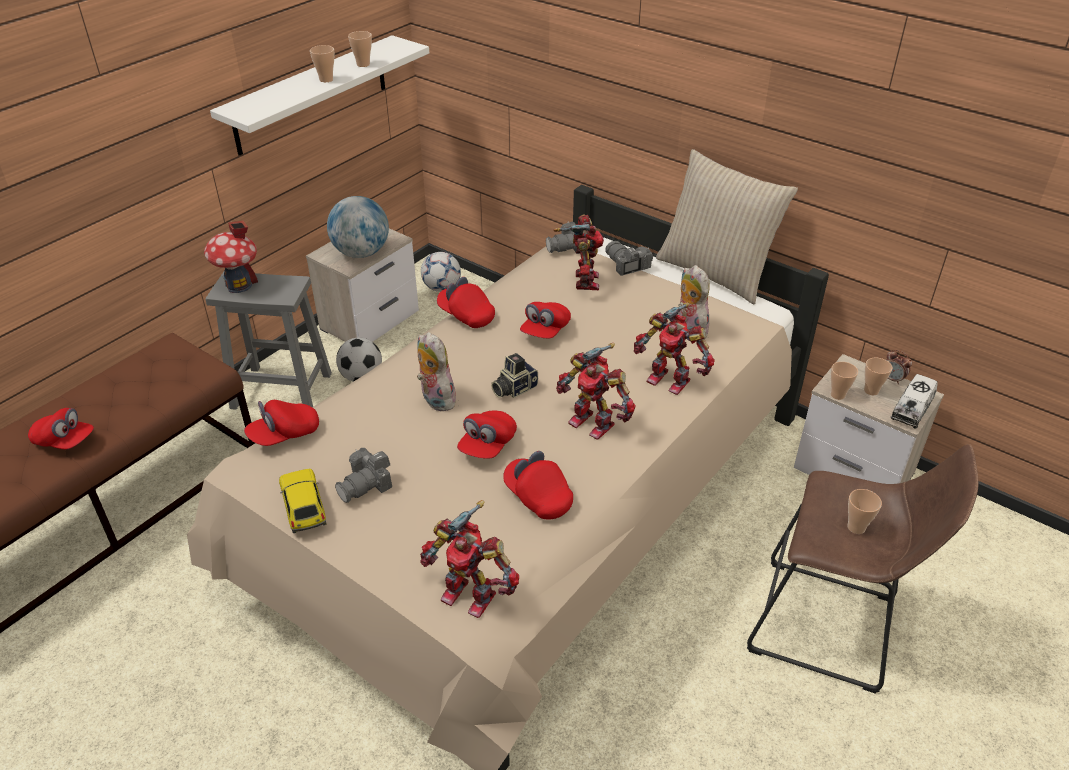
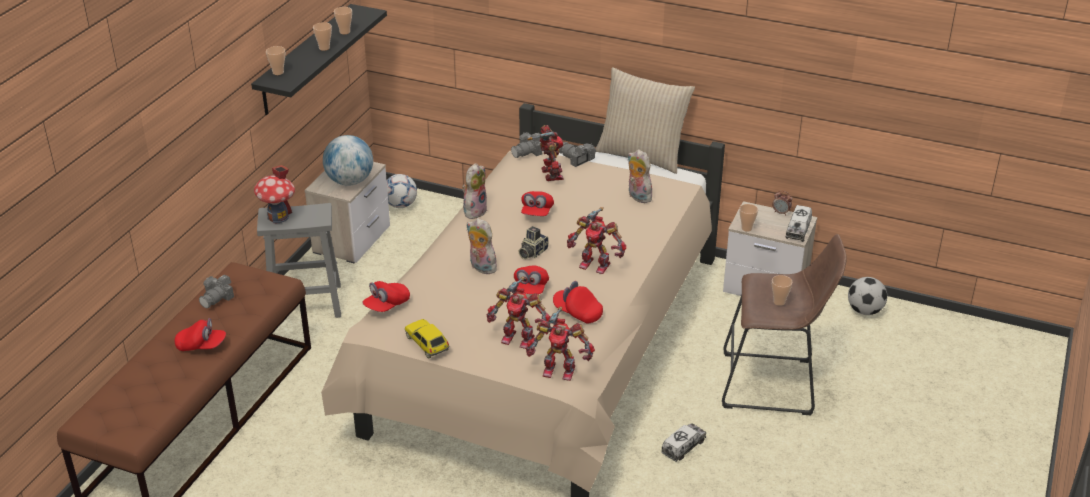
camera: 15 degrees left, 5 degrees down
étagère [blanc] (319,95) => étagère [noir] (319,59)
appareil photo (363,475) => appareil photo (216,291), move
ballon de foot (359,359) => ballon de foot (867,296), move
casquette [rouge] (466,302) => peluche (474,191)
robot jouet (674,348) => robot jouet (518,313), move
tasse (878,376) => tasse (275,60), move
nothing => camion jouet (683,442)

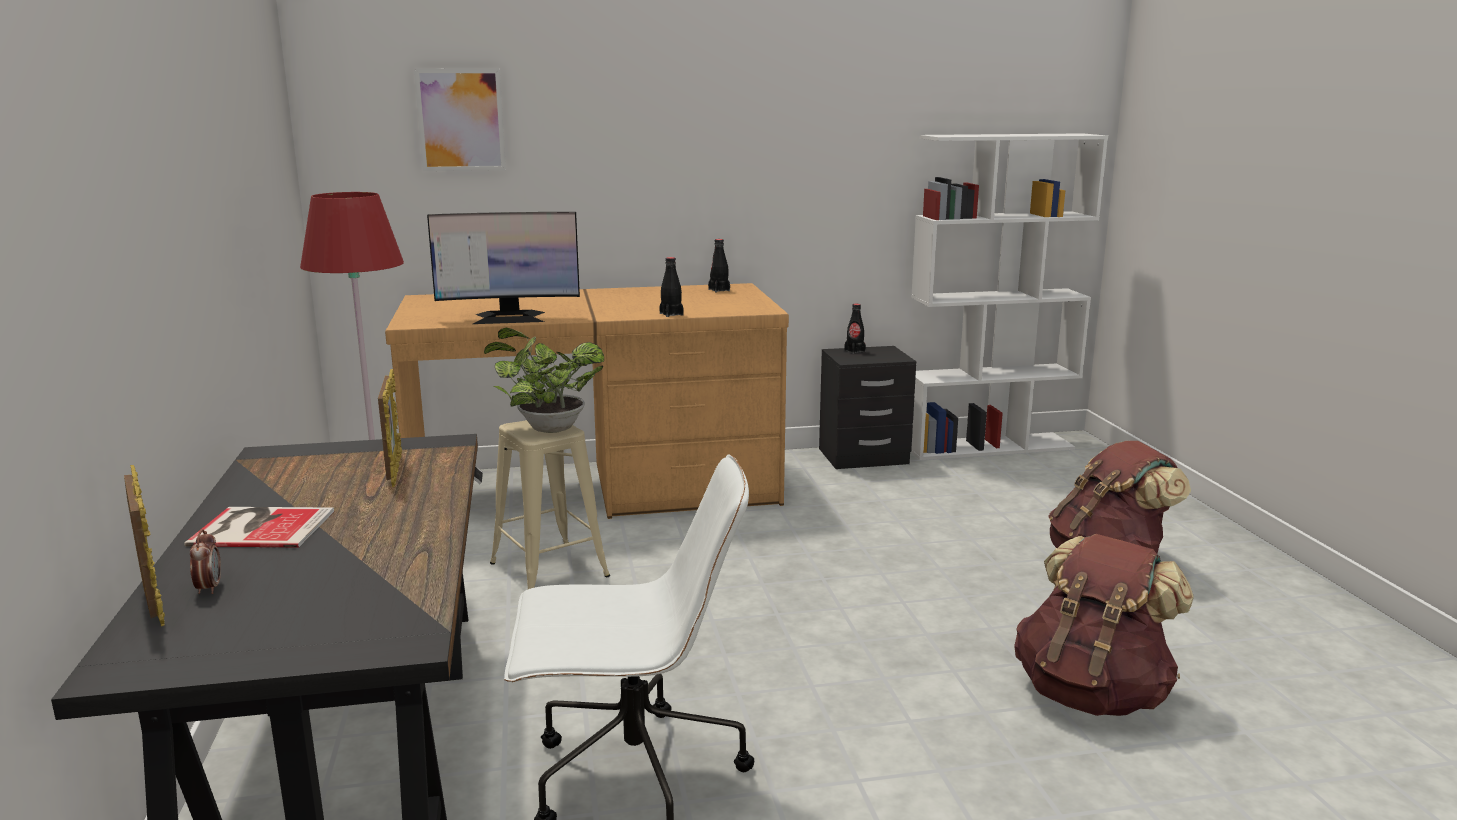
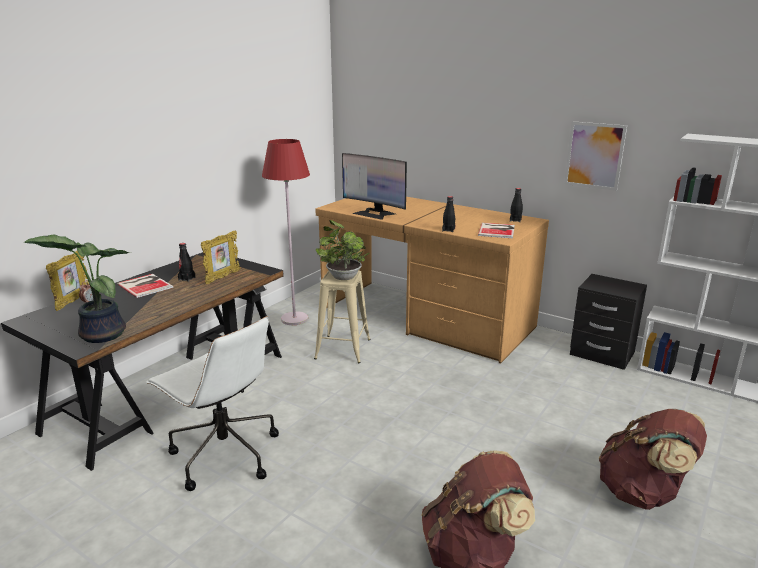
camera: 45 degrees right, 5 degrees up
tableau (460,120) => tableau (595,156), move
bouteille [noir] (855,329) => bouteille [noir] (187,262), move
nothing => plante en pot (77,289)
nothing => livre (496,230)

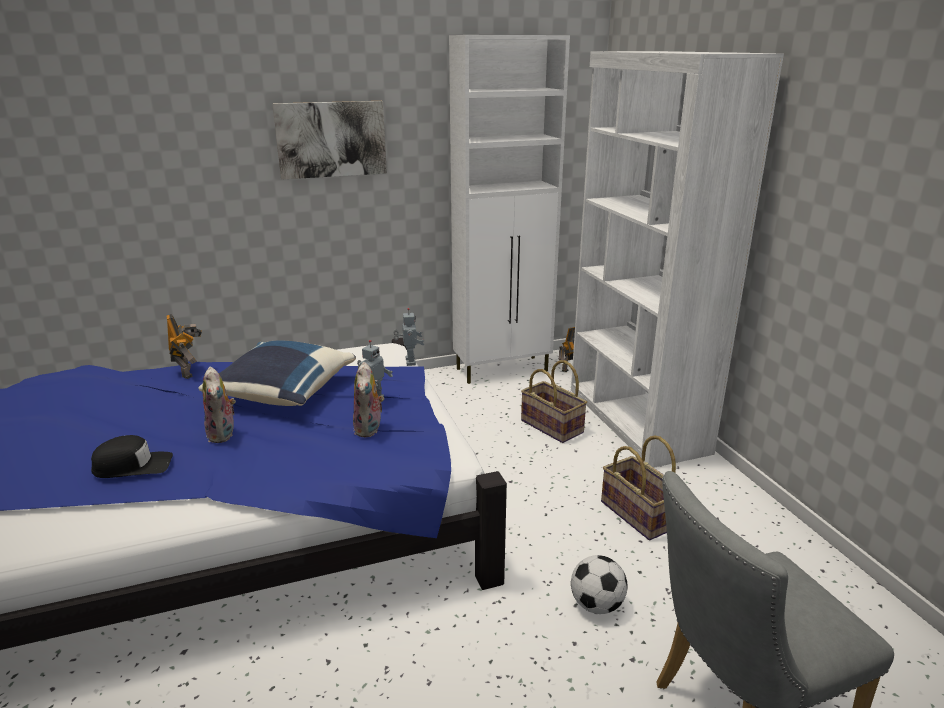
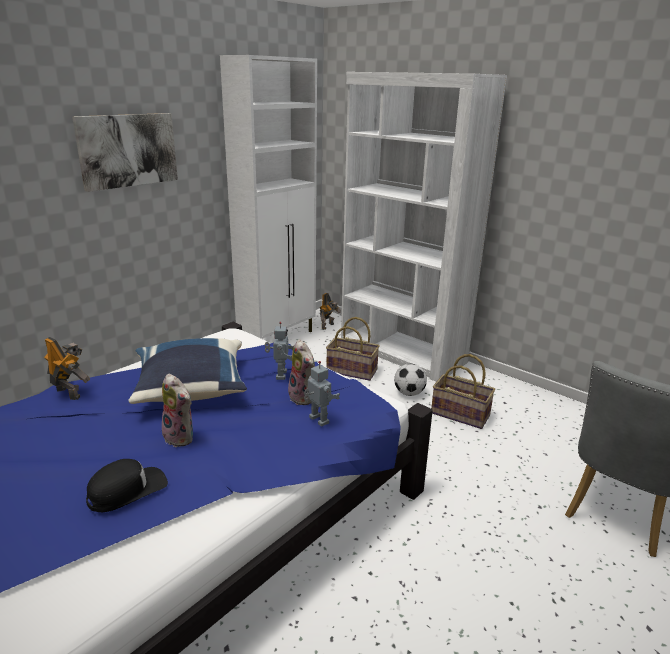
camera: 30 degrees left, 0 degrees up
robot jouet (408,337) => robot jouet (322,394), move
ballon de foot (599,584) => ballon de foot (410,380), move

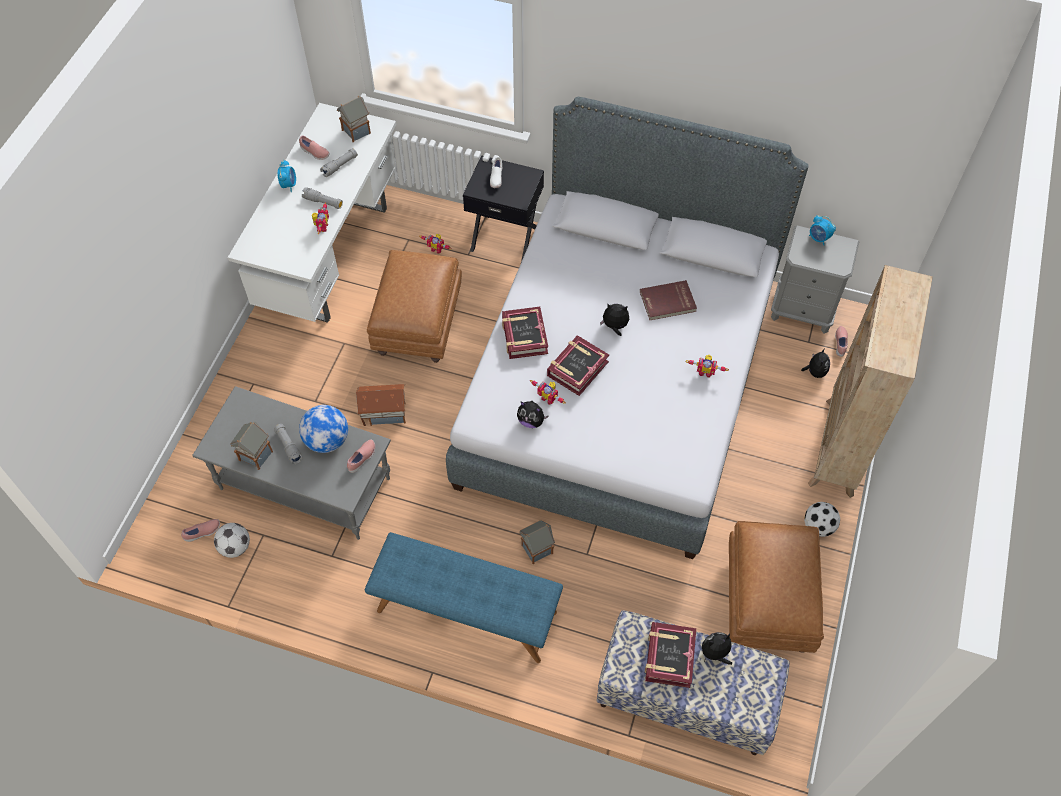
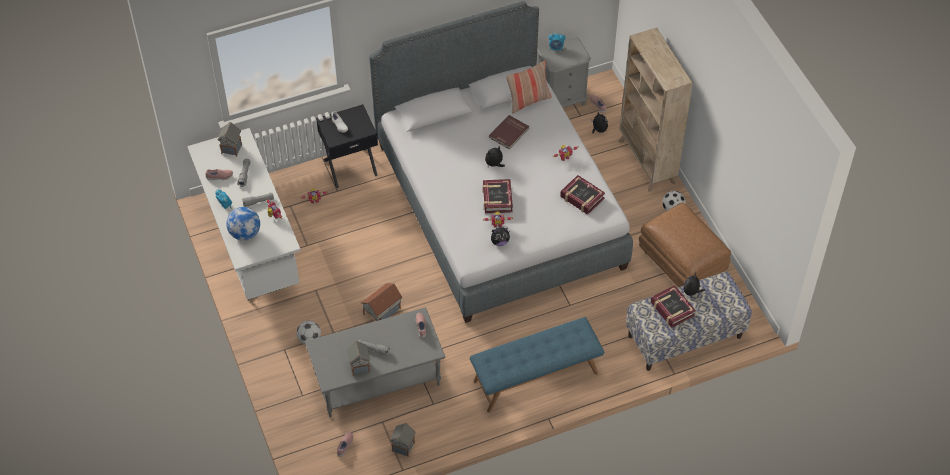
camera: 40 degrees left, 5 degrees down
ballon de foot (232,540) => ballon de foot (308,333), move
globe (323,429) => globe (243,224), move
pouf [marron] (414,306) => nothing
livre (525,333) => livre (582,195), move
maison miniature (537,542) => maison miniature (403,440), move
nothing => coussin (529,86)

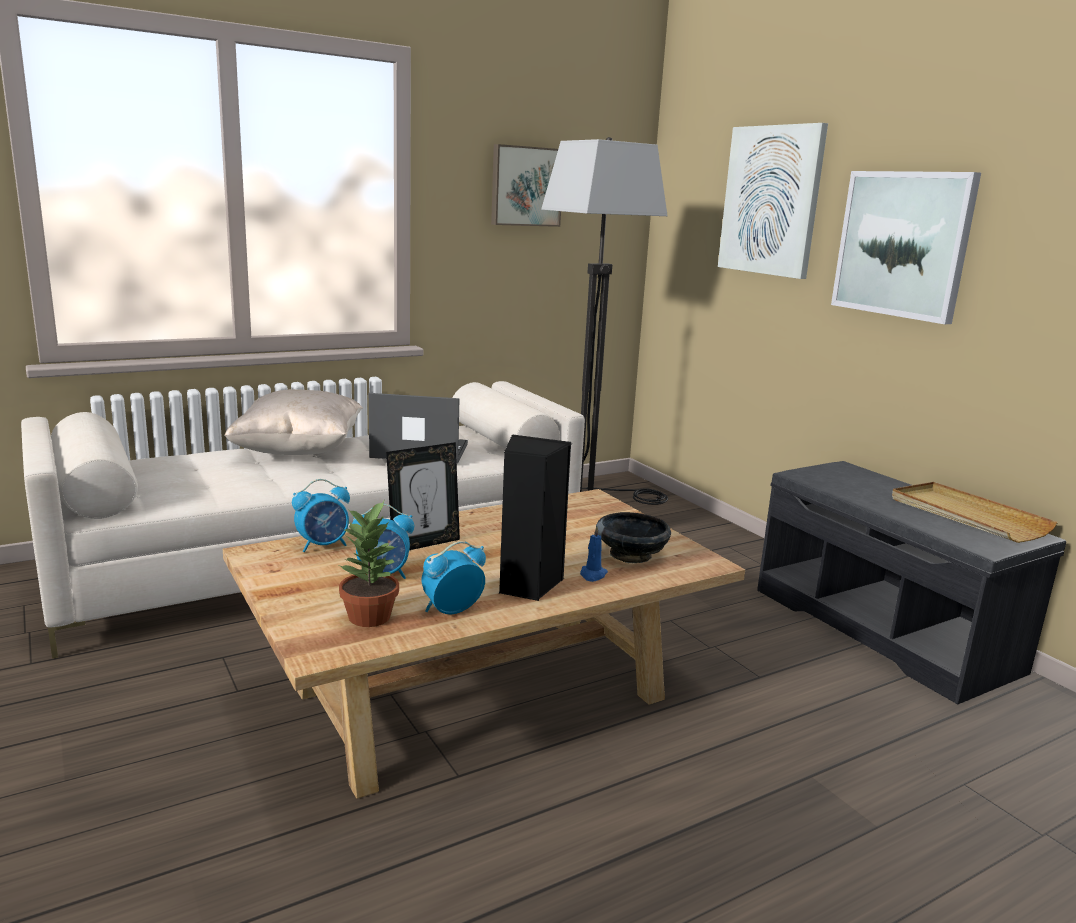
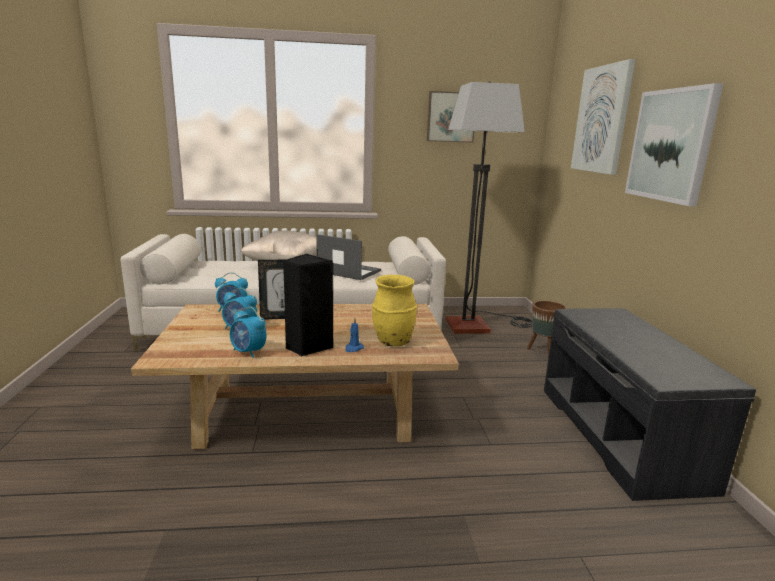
camera: 25 degrees right, 0 degrees up
plante en pot (369,564) => nothing
réveil (454,577) => réveil (248,332), 135 degrees counterclockwise
bol [noir] (633,537) => vase [jaune] (394,310)
plateau [beige] (975,512) => nothing
nothing => cache-pot [marron] (547,329)

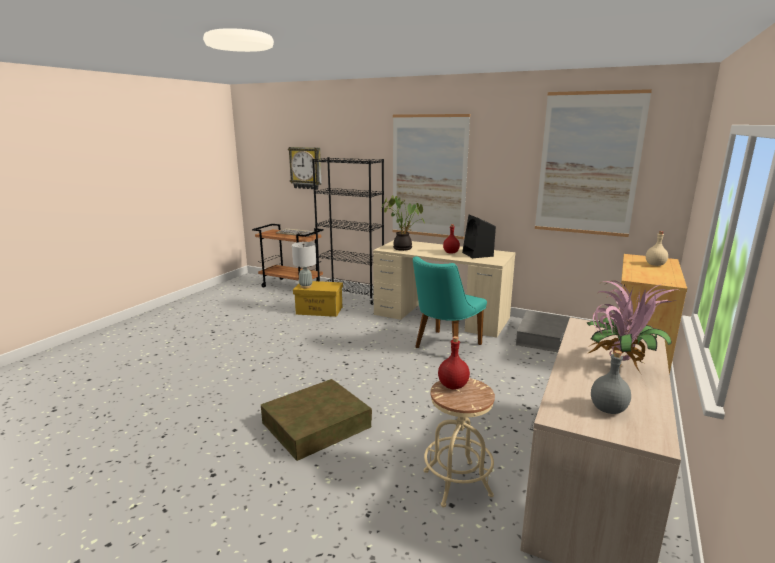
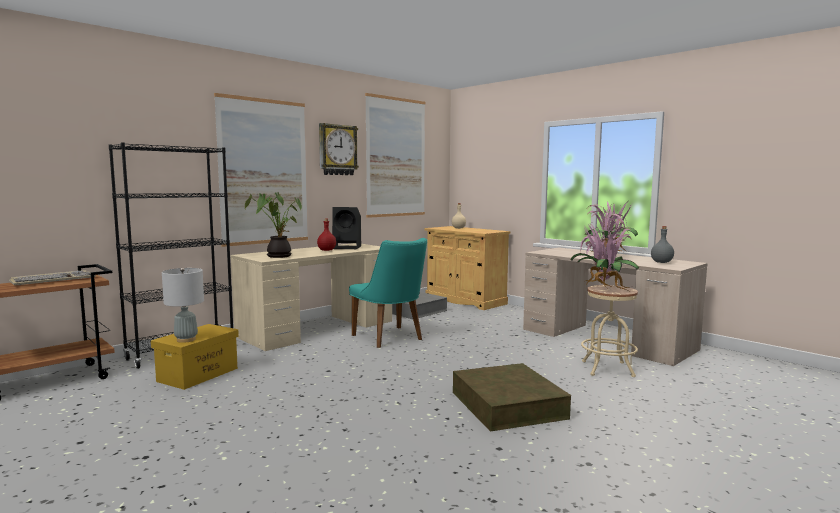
camera: 70 degrees left, 10 degrees down
horloge murale (305,168) => horloge murale (339,149), move
bouteille [rouge] (454,363) => plante en pot (605,257)

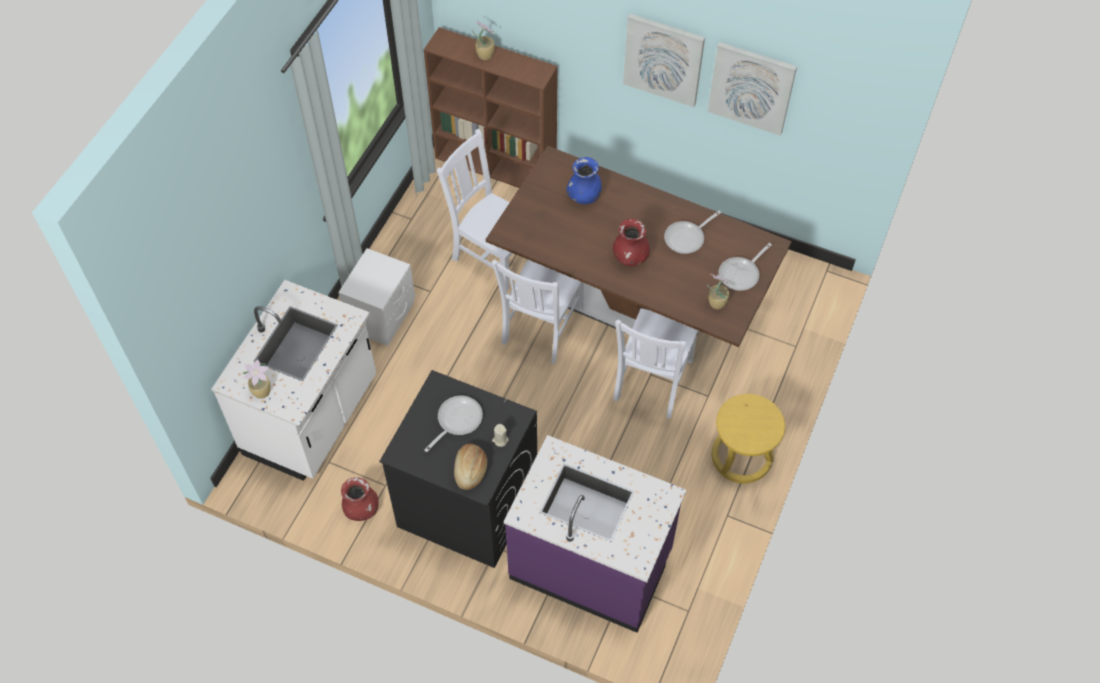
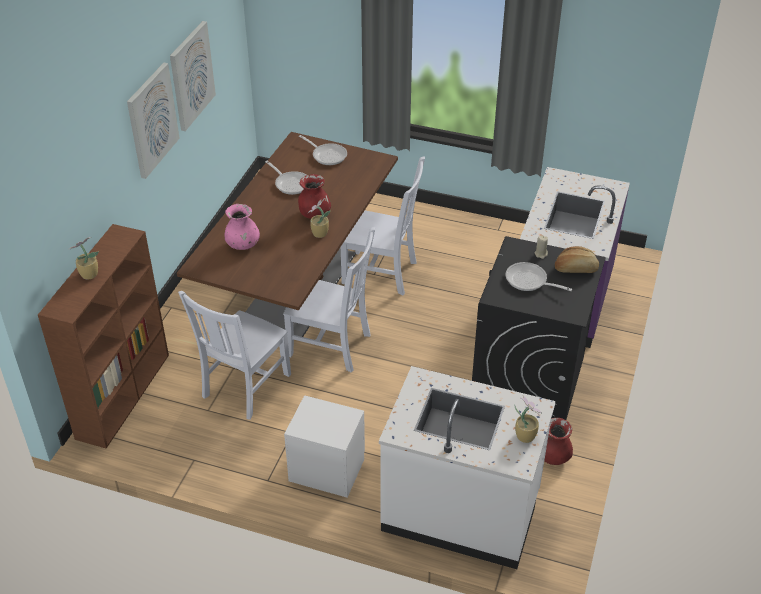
camera: 95 degrees left, 15 degrees down
vase [bleu] (584,180) => vase [rose] (242,227)
plante en pot (720,291) => plante en pot (319,218), move
tabouret [jaune] (748,439) => nothing

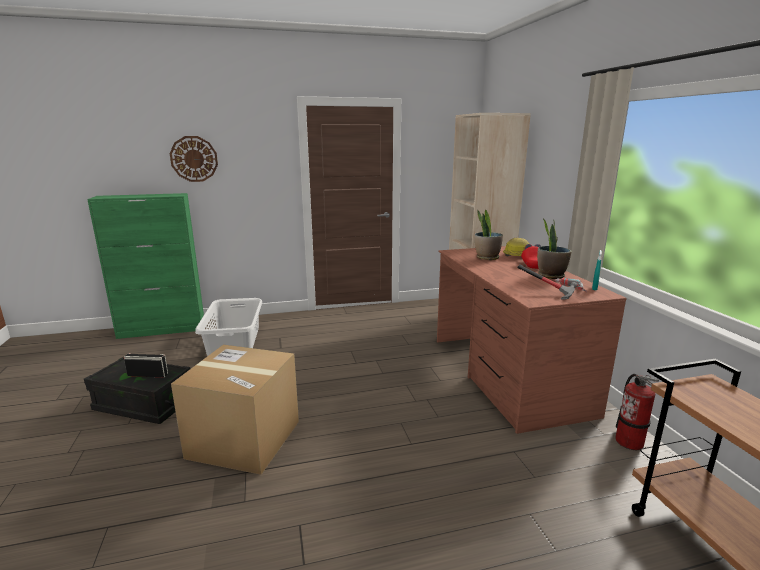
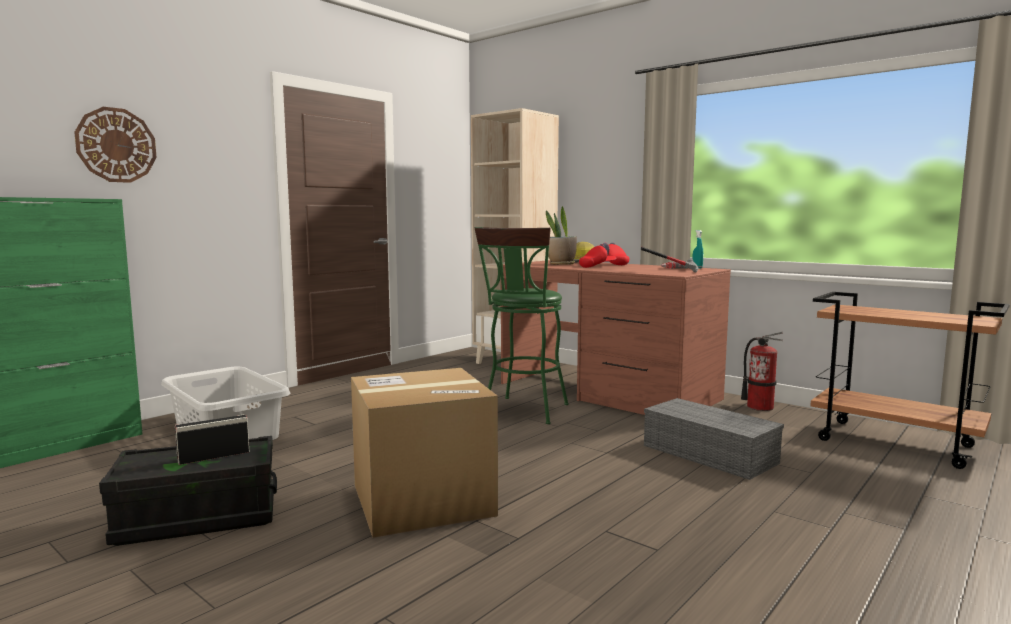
camera: 35 degrees left, 10 degrees down
plante en pot (554,249) => nothing
nothing => tabouret [vert] (522,325)
nothing => casquette [rouge] (597,256)
nothing => boîte de rangement [gris] (714,439)

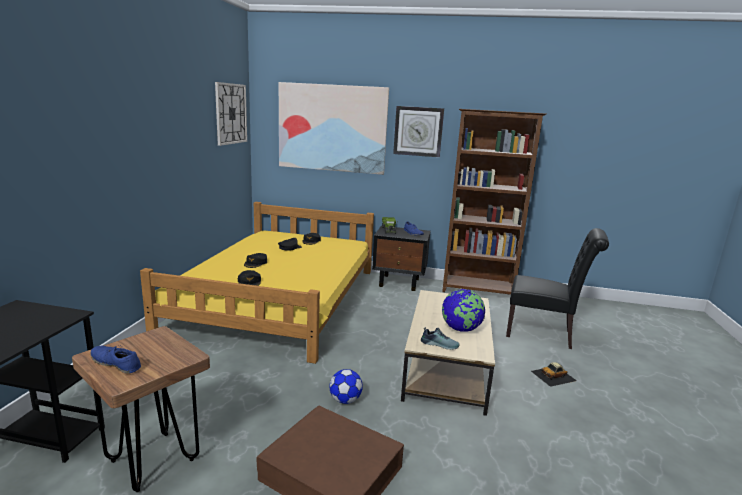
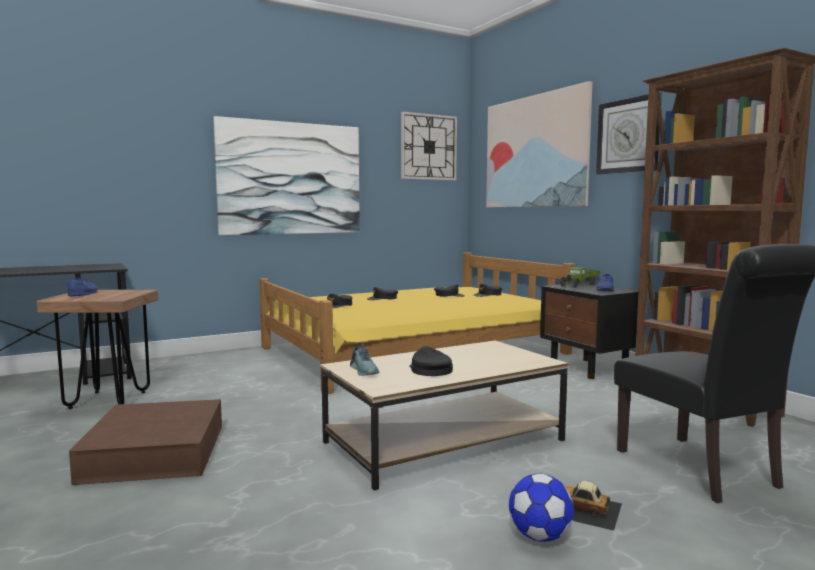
camera: 50 degrees right, 10 degrees down
ballon de foot (346,386) => ballon de foot (541,508), move
globe (463,310) => casquette [noir] (431,361)
nothing => tableau (286,175)

